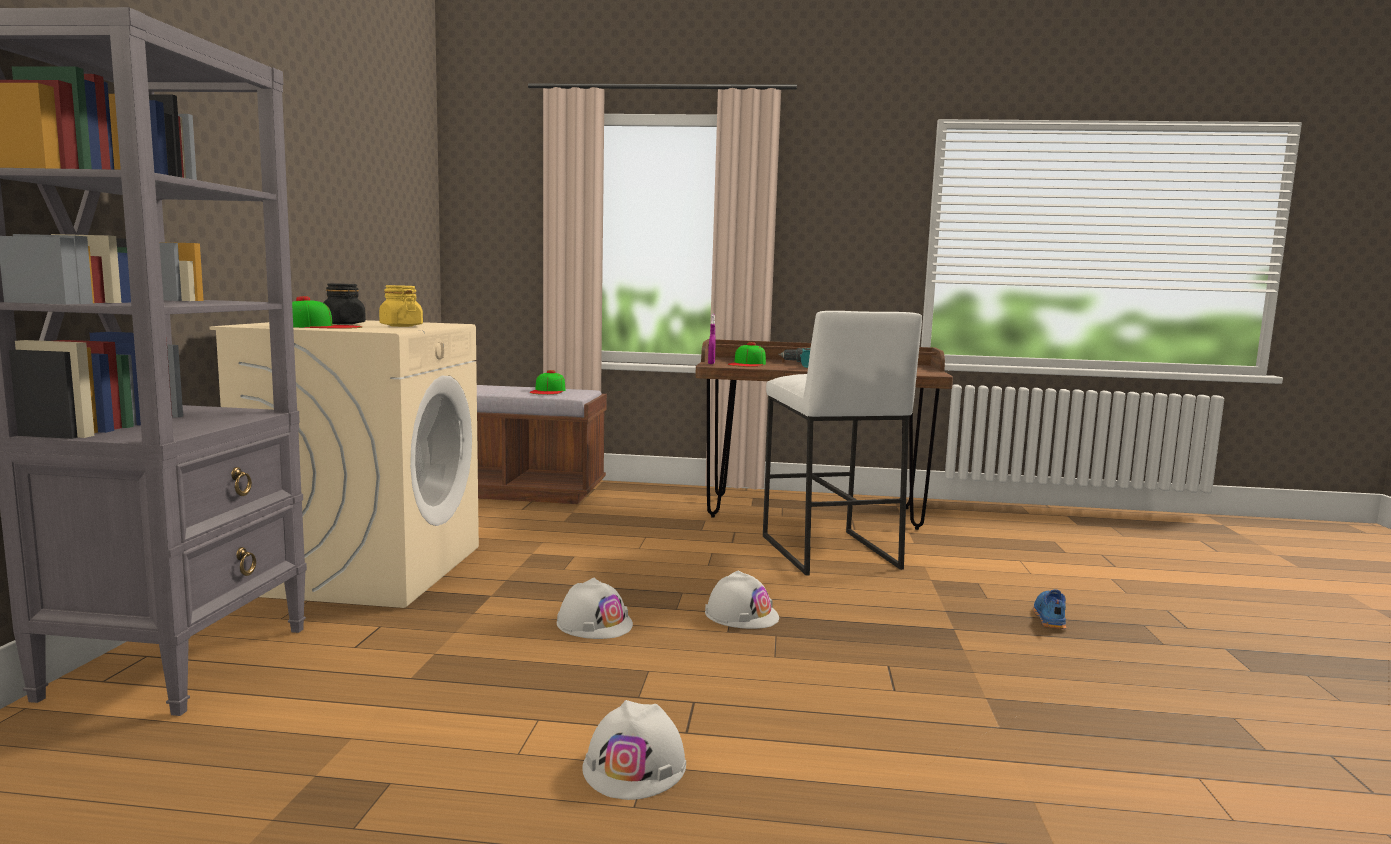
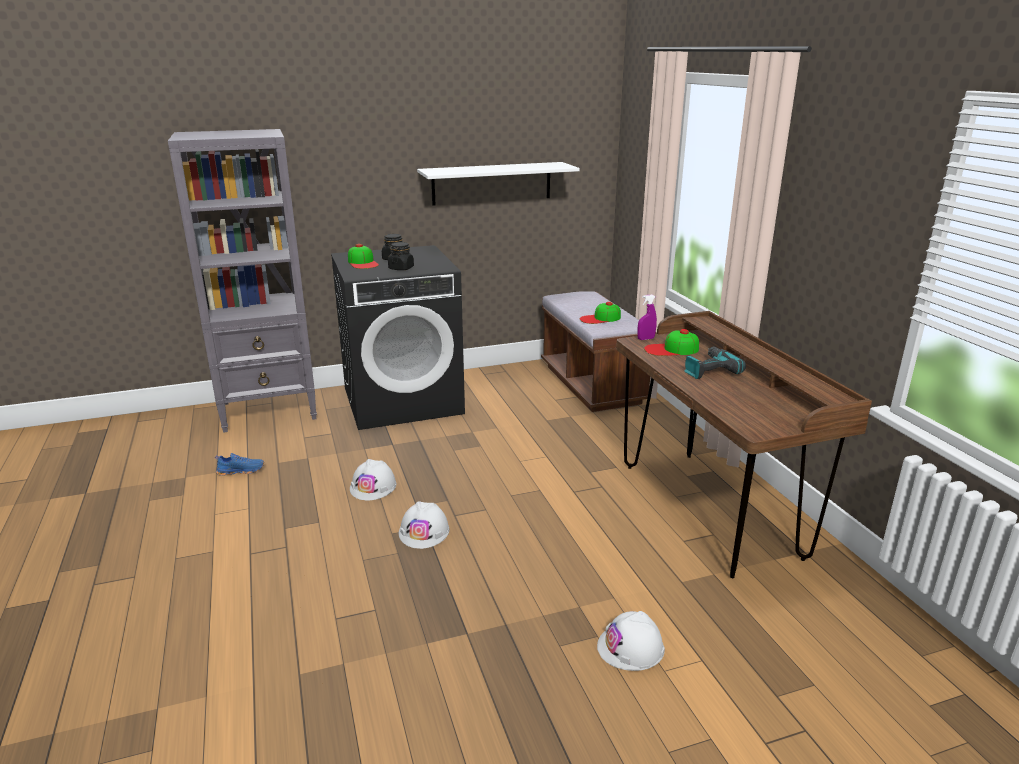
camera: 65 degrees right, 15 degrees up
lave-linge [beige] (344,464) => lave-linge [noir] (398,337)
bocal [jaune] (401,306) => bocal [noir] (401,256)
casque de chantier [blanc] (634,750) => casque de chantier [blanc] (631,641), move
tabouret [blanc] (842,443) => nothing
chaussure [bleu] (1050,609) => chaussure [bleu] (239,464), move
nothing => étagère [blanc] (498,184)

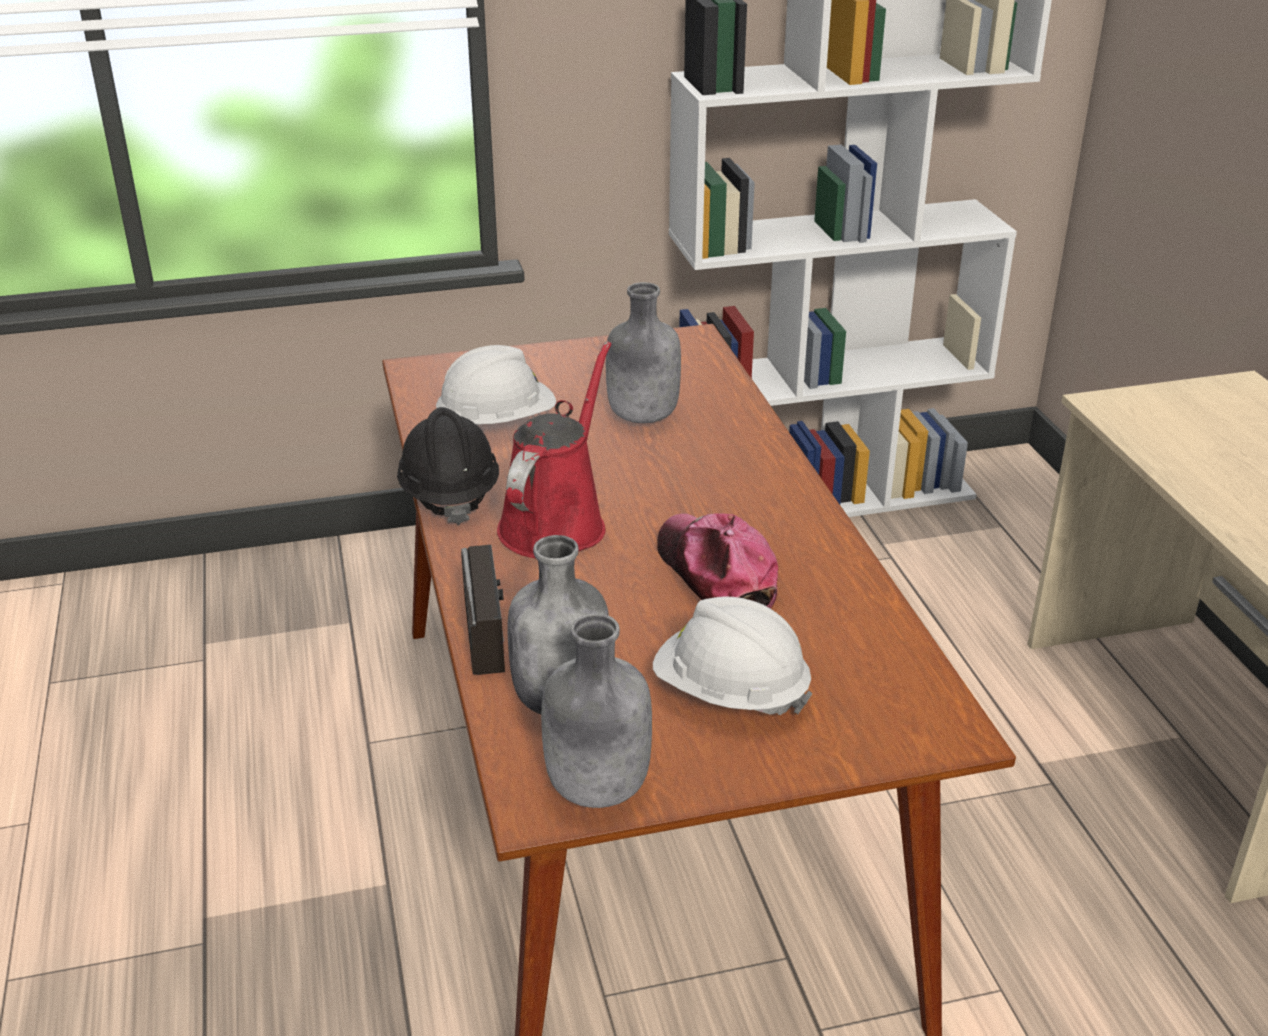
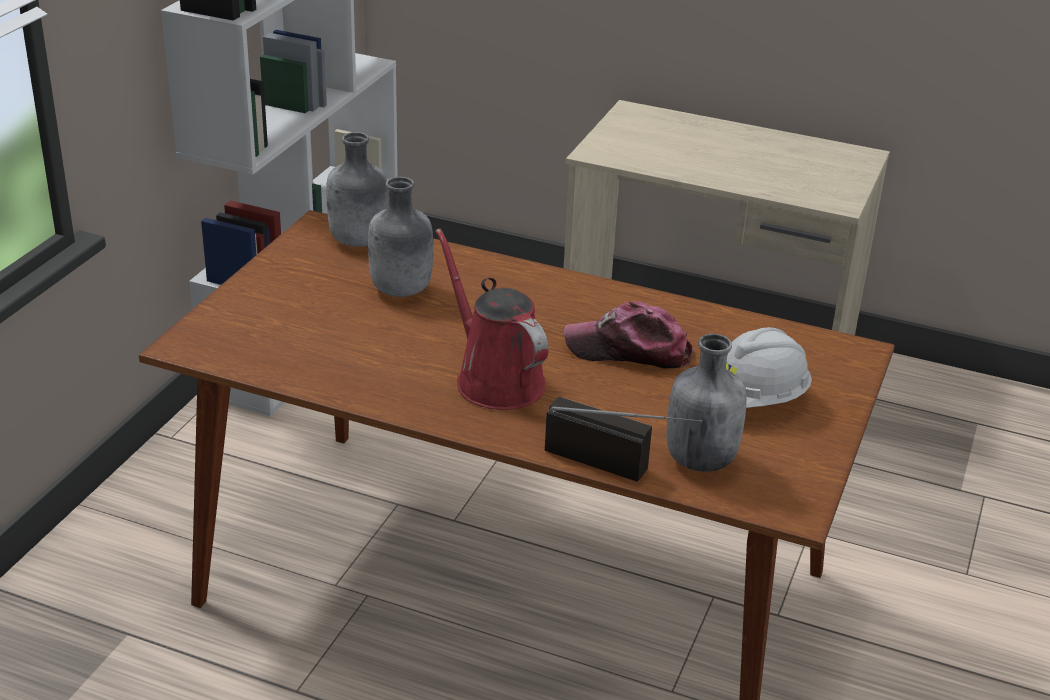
camera: 55 degrees left, 0 degrees up
casque de chantier [noir] (448,466) => nothing
casque de chantier [blanc] (496,385) => nothing
bouteille [gris] (596,710) => bouteille [gris] (357,189), move

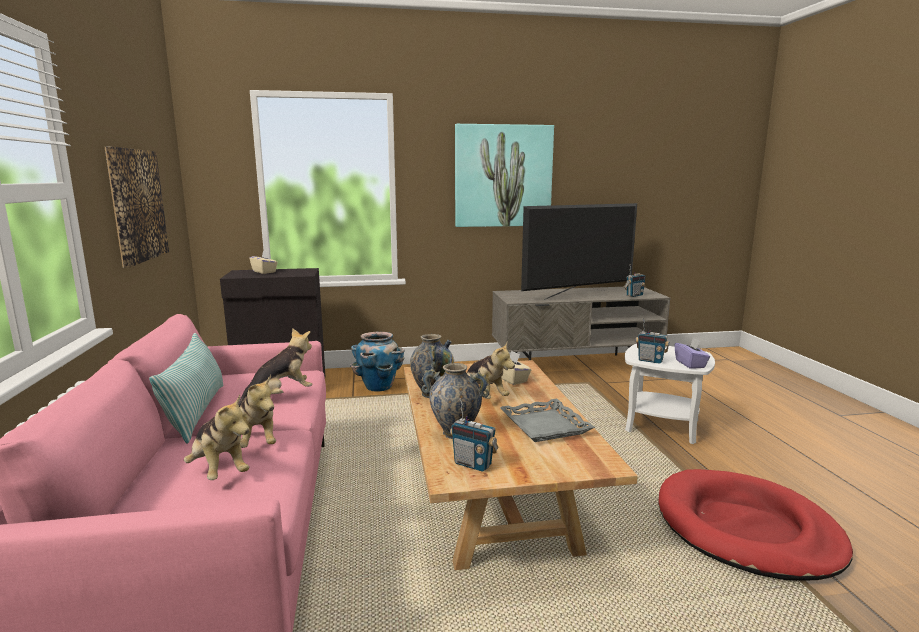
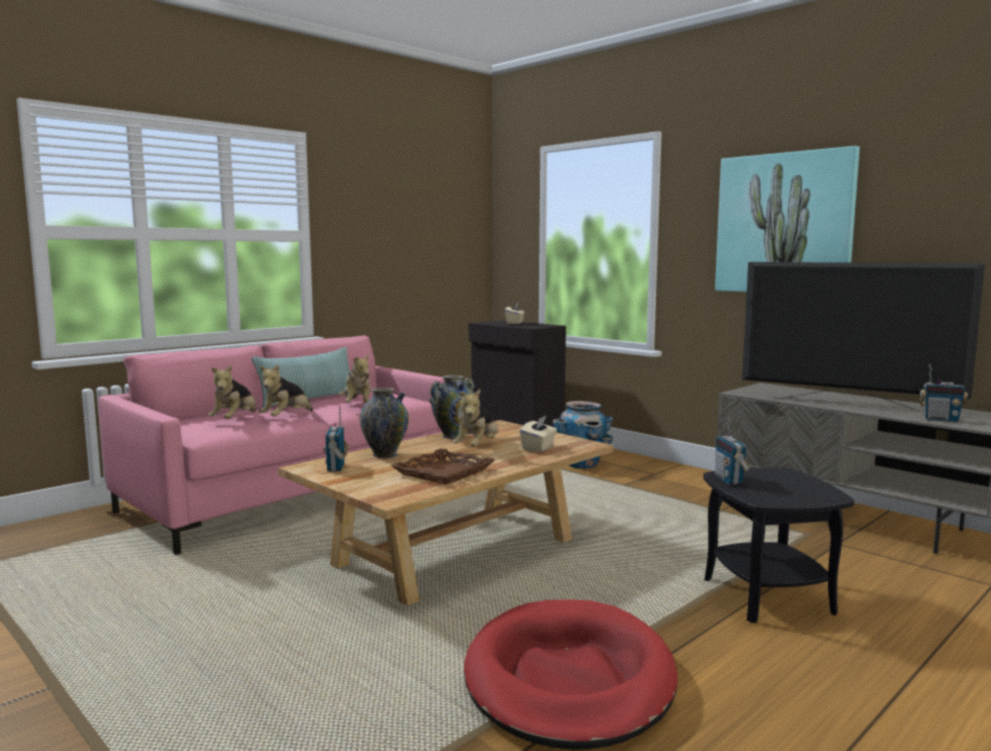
camera: 55 degrees right, 5 degrees down
tableau (137,206) => nothing
peluche (275,367) => peluche (354,378), 60 degrees clockwise
plateau [gris] (547,420) => plateau [marron] (443,466)
table d'appoint [blanc] (670,394) => table d'appoint [noir] (778,545)
boîte à mouchoirs [violet] (692,353) => nothing

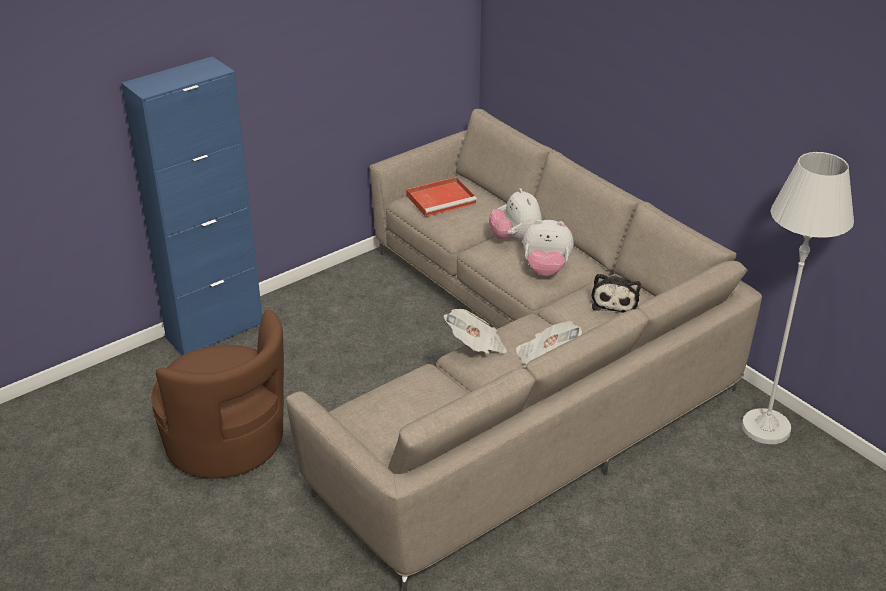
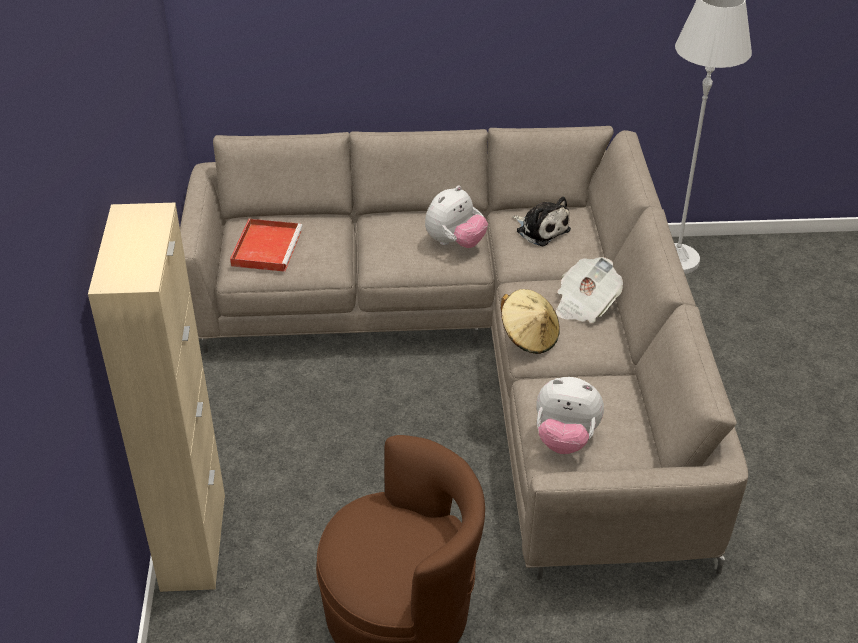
camera: 55 degrees left, 5 degrees up
meuble de rangement [bleu] (191,205) => meuble de rangement [beige] (156,397)
journal (475,331) => chapeau [beige] (530,321)
peluche (515,215) => peluche (570,415), move

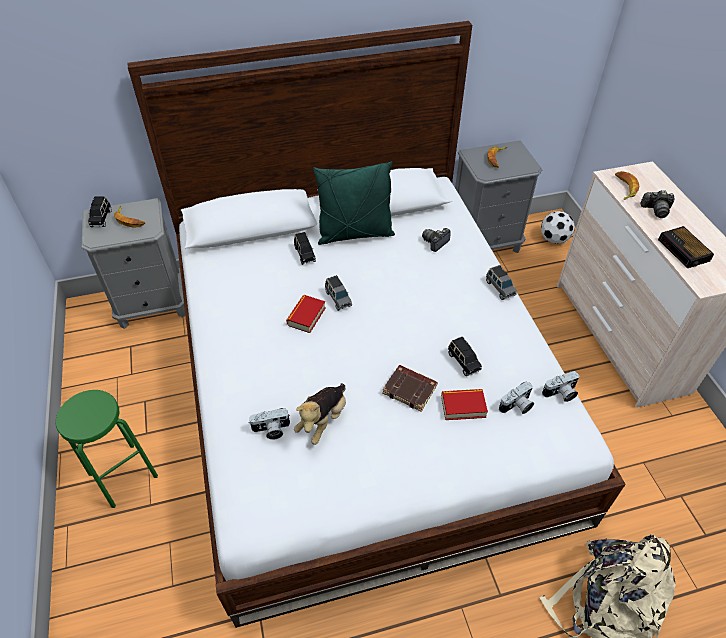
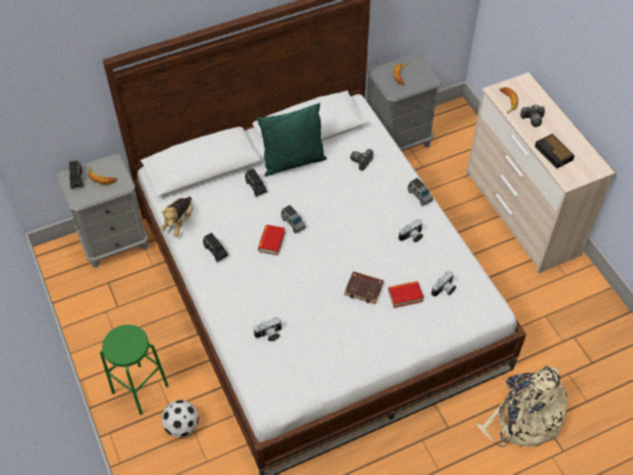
camera: 10 degrees left, 5 degrees up
peluche (320,414) => peluche (177,216), move
petite voiture [noir] (465,356) => petite voiture [noir] (215,247), move
ballon de foot (558,227) => ballon de foot (180,418), move
appareil photo (560,386) => appareil photo (410,230), move

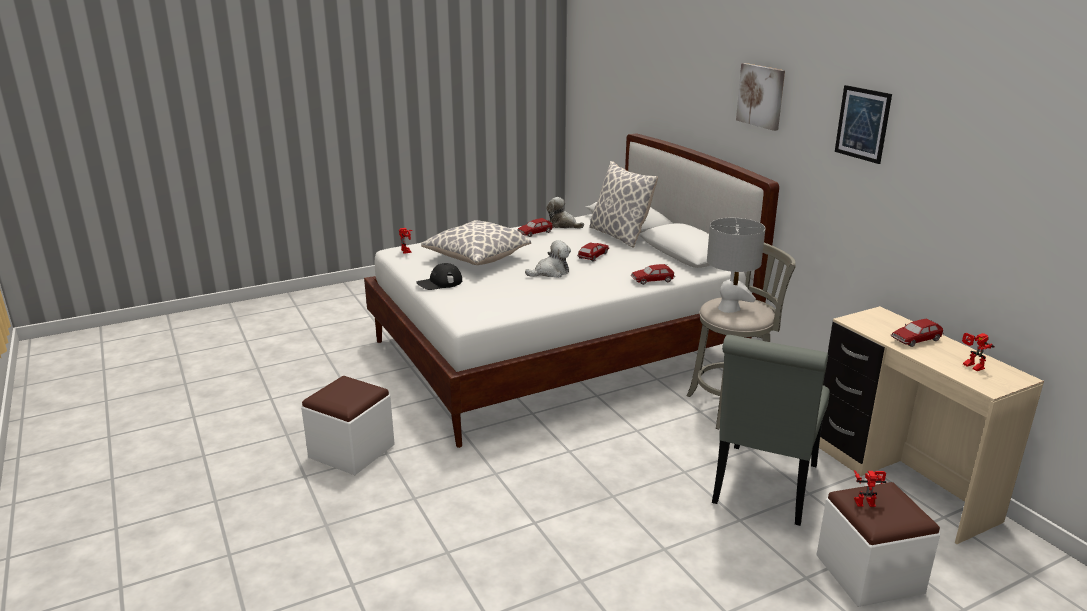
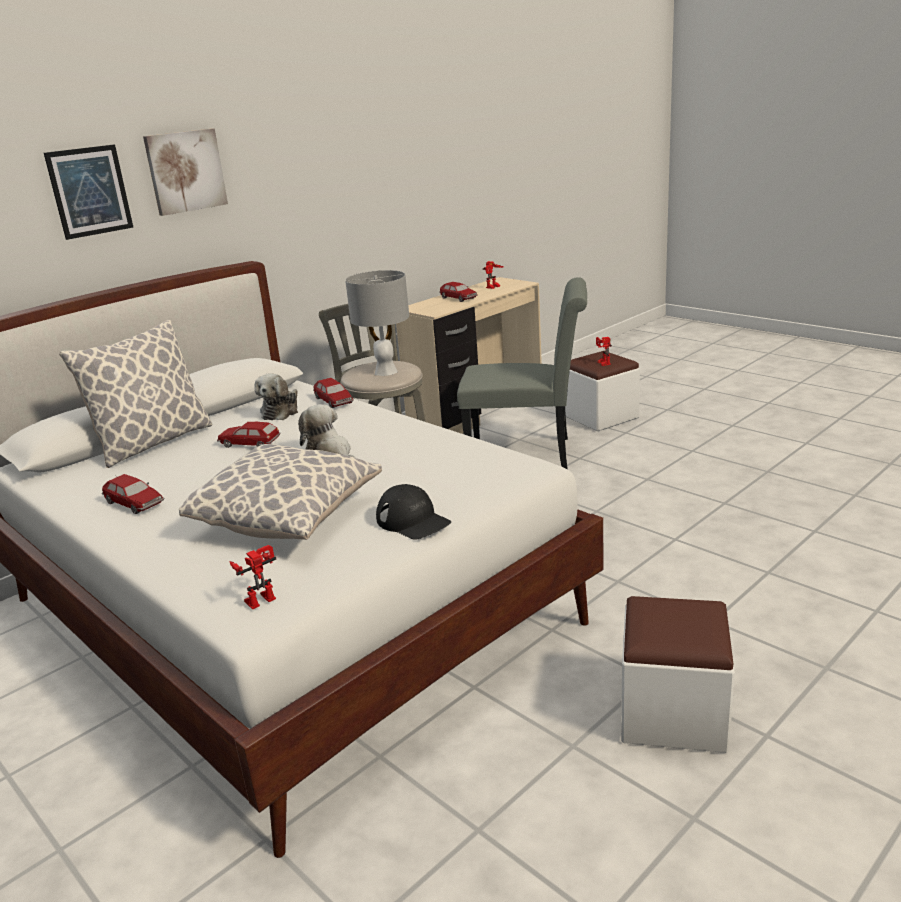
camera: 105 degrees left, 0 degrees up
peluche (565,212) => peluche (276,396), move
tableau (863,124) => tableau (88,192), move

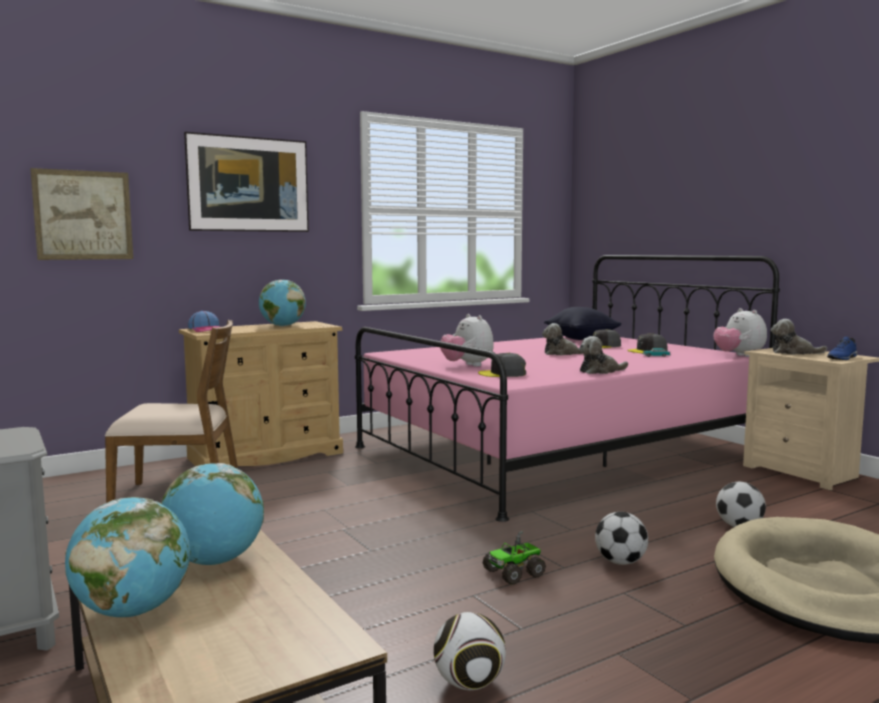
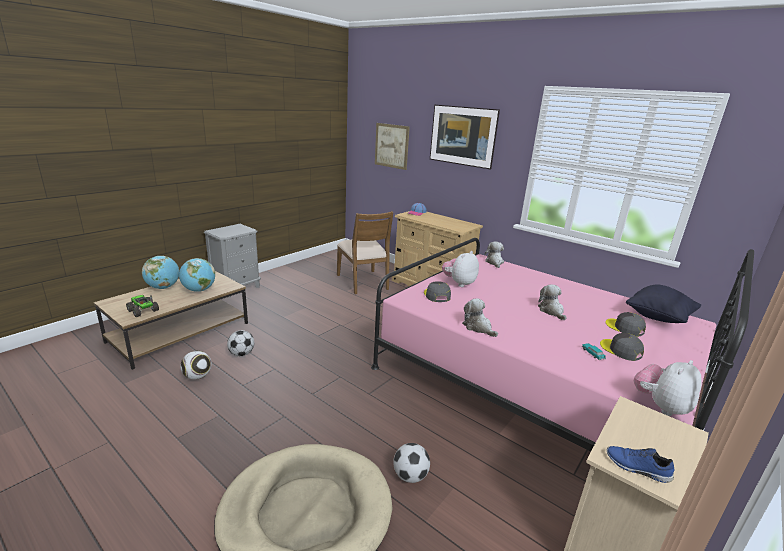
camera: 70 degrees right, 15 degrees up
globe (282,303) => nothing
camion jouet (514,558) => camion jouet (142,306), move
ballon de foot (621,538) => ballon de foot (240,343), move
peluche (799,336) => peluche (494,255), move

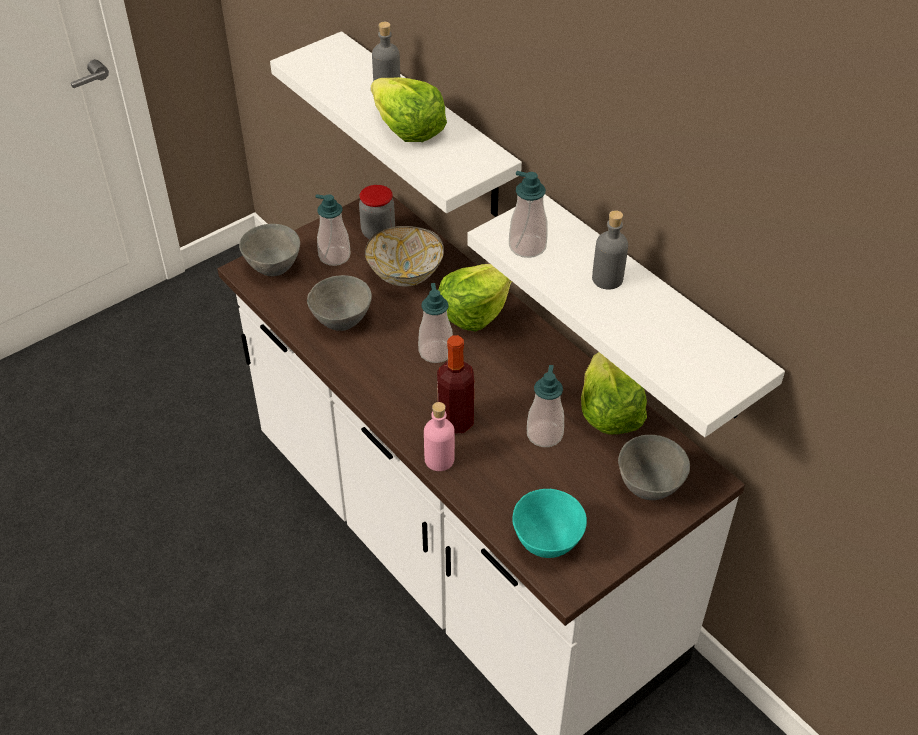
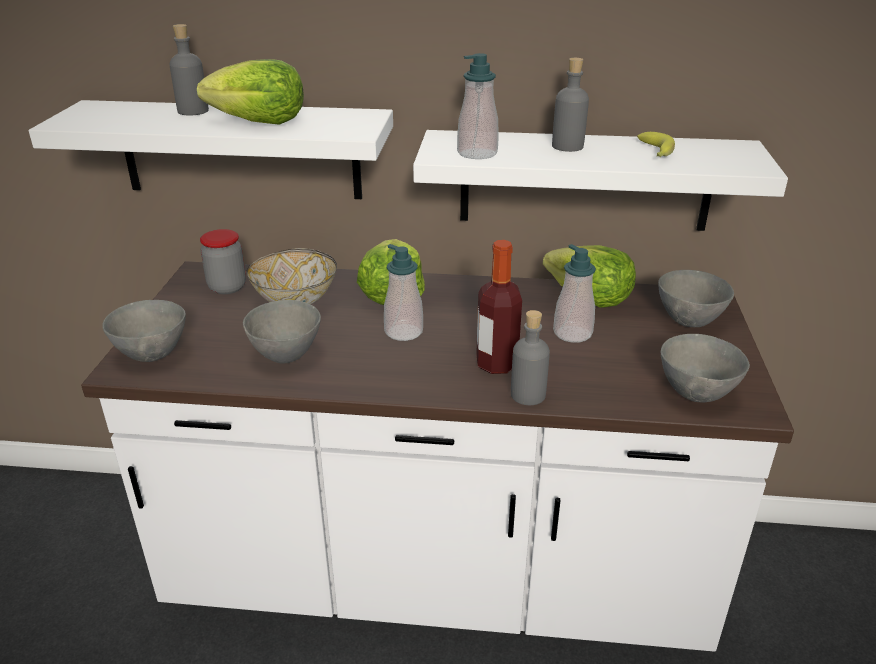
camera: 45 degrees left, 15 degrees down
distributeur de savon (332,230) => nothing
bouteille [rose] (439,436) => bouteille [gris] (530,357)
bol [turquoise] (550,523) => bol [gris] (705,368)
nothing => banane (656,144)

